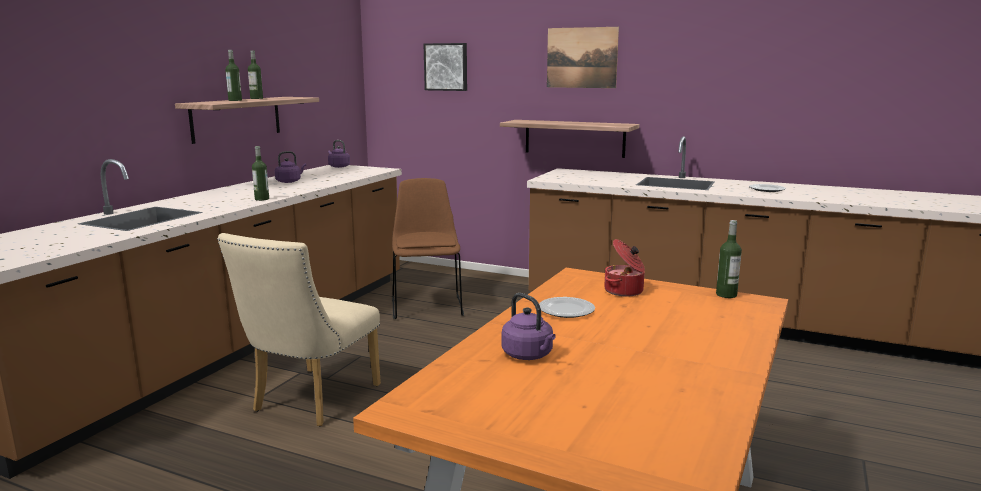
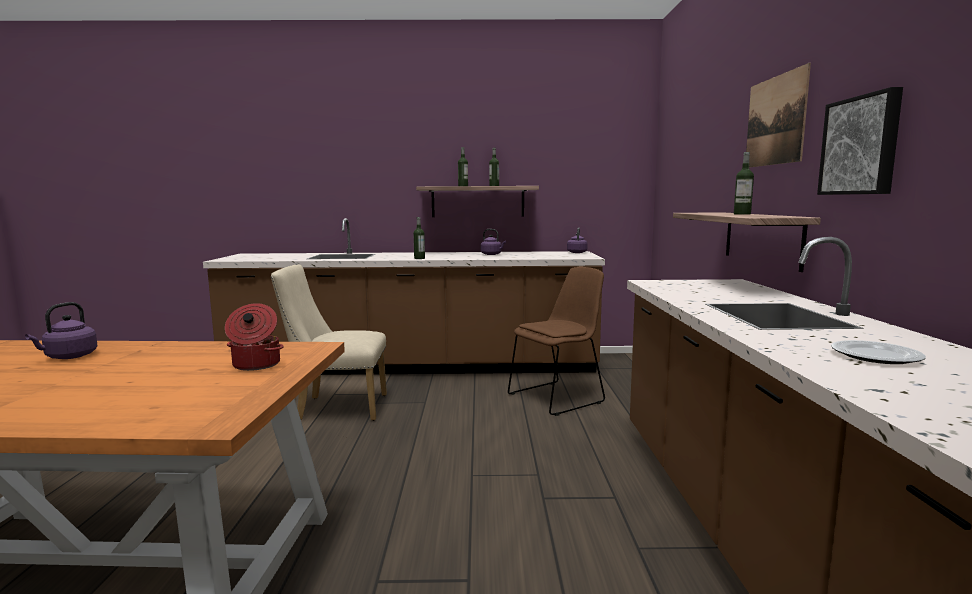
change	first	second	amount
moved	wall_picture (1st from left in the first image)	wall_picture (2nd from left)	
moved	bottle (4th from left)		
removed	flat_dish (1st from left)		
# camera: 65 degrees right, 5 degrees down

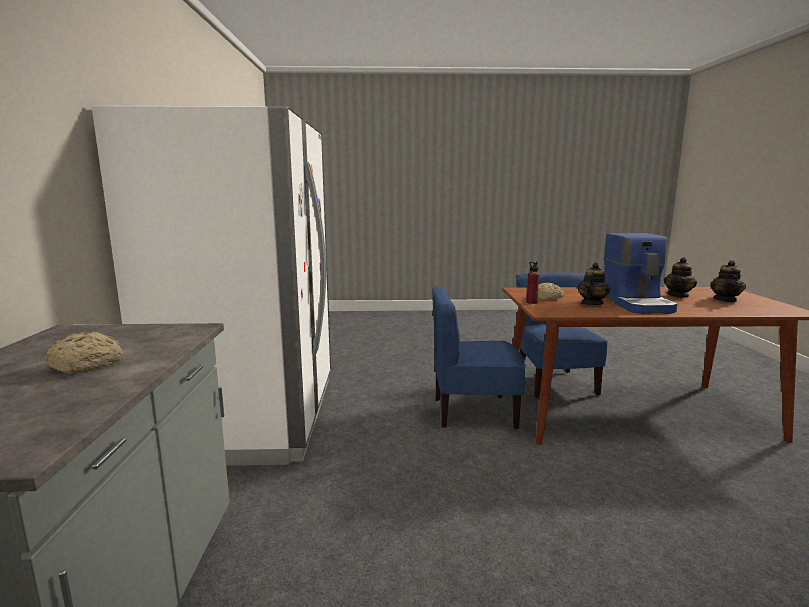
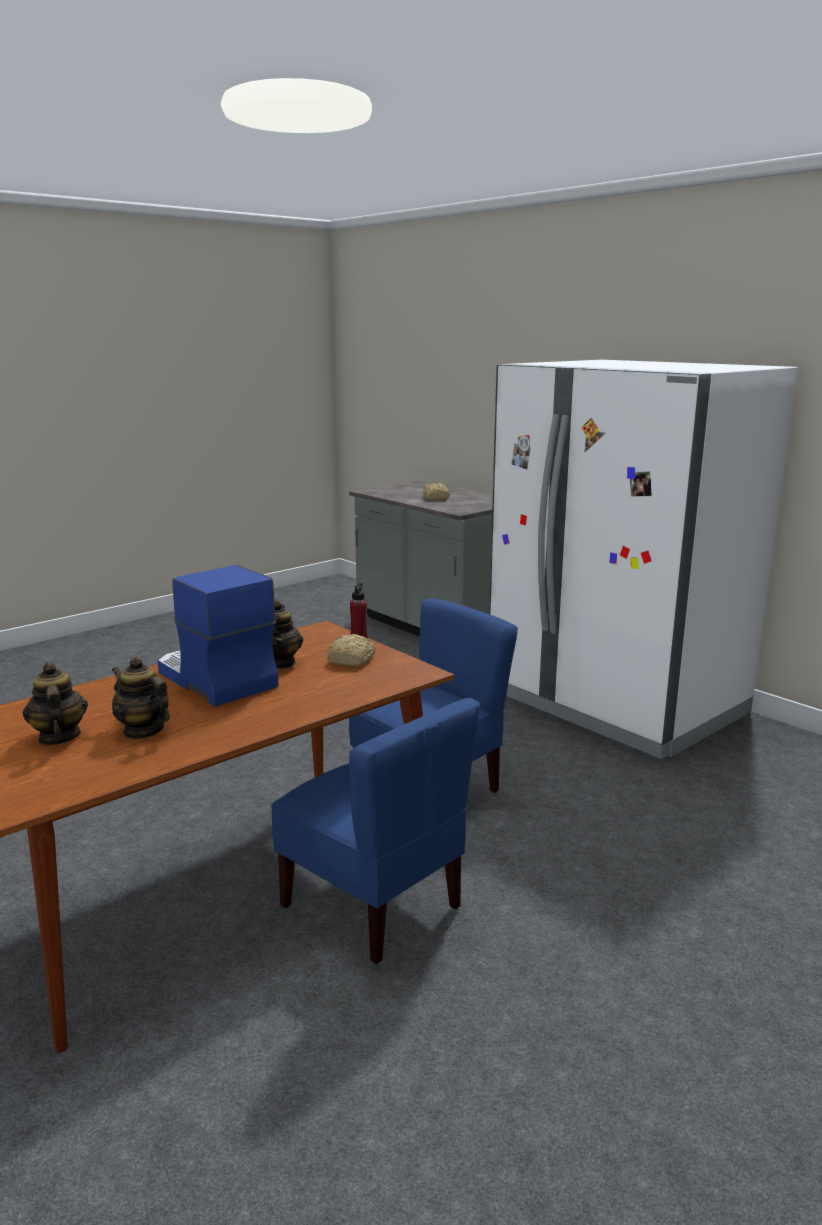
change	first	second	amount
turned	teapot (2nd from left)		45 degrees counterclockwise
# camera: 140 degrees right, 5 degrees up

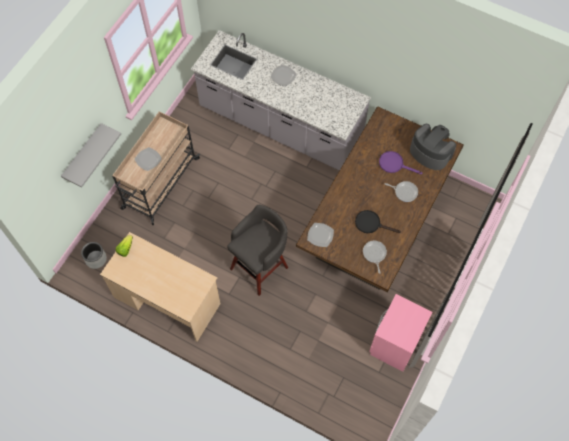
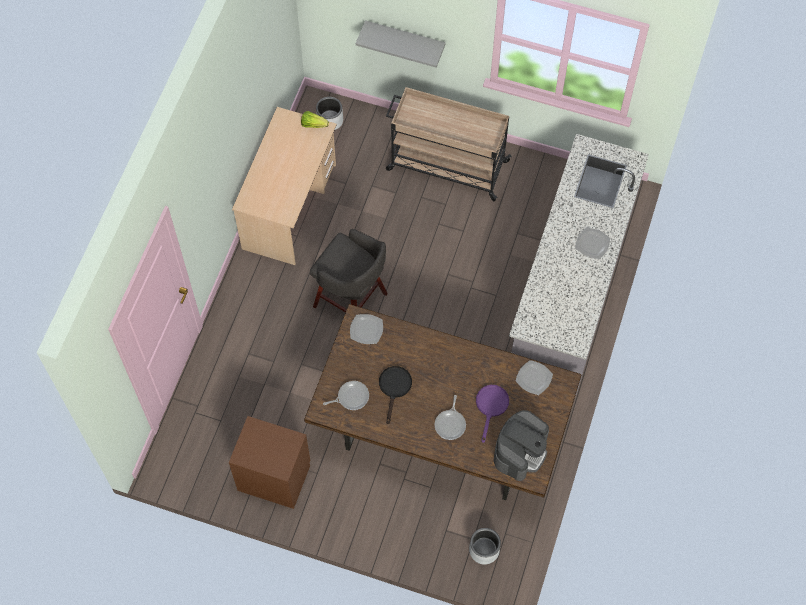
change	first	second	amount
moved	flat_dish (1st from left in the first image)	flat_dish (2nd from left)	
recoloured	pink-coloured_bedside_table	brownish_bedside_table	
added		grey_planter (2nd from left)	
# camera: 80 degrees right, 0 degrees up

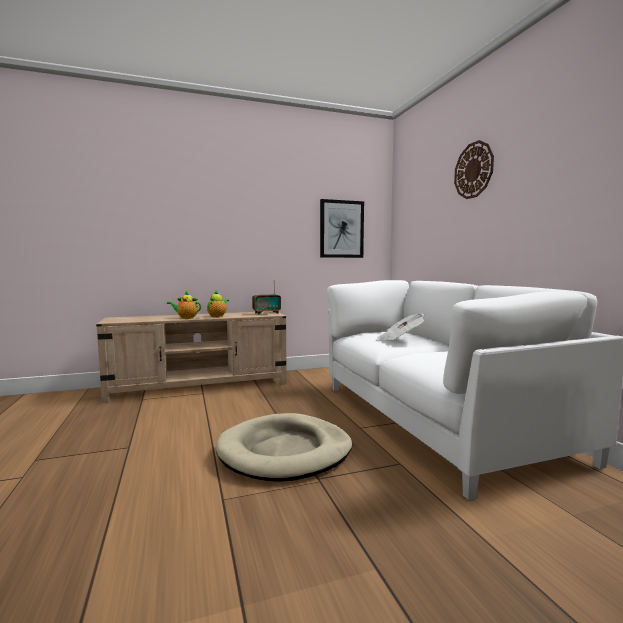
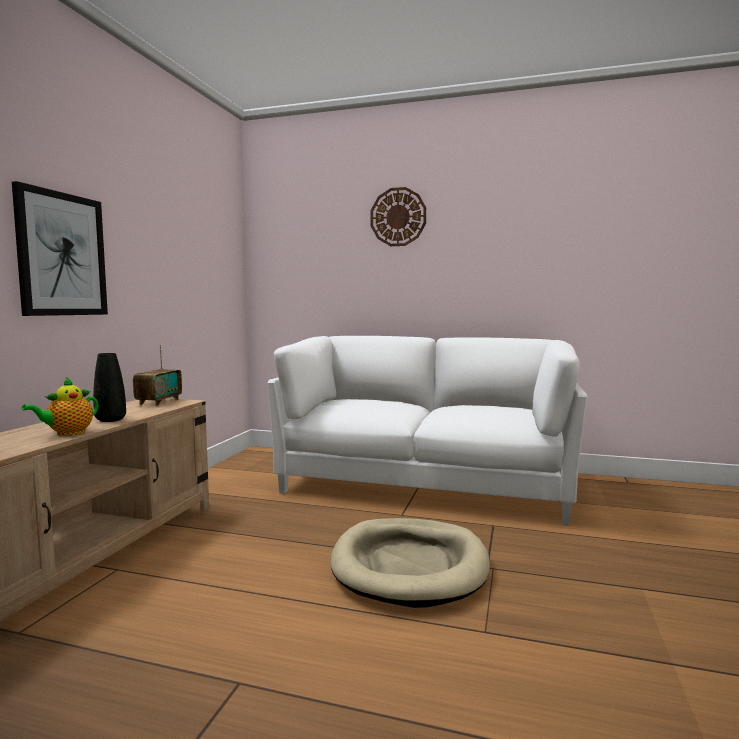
change	first	second	amount
moved	wall_picture		
replaced	teapot (2nd from left)	black_vase	
removed	daily_paper		
# camera: 55 degrees left, 0 degrees up

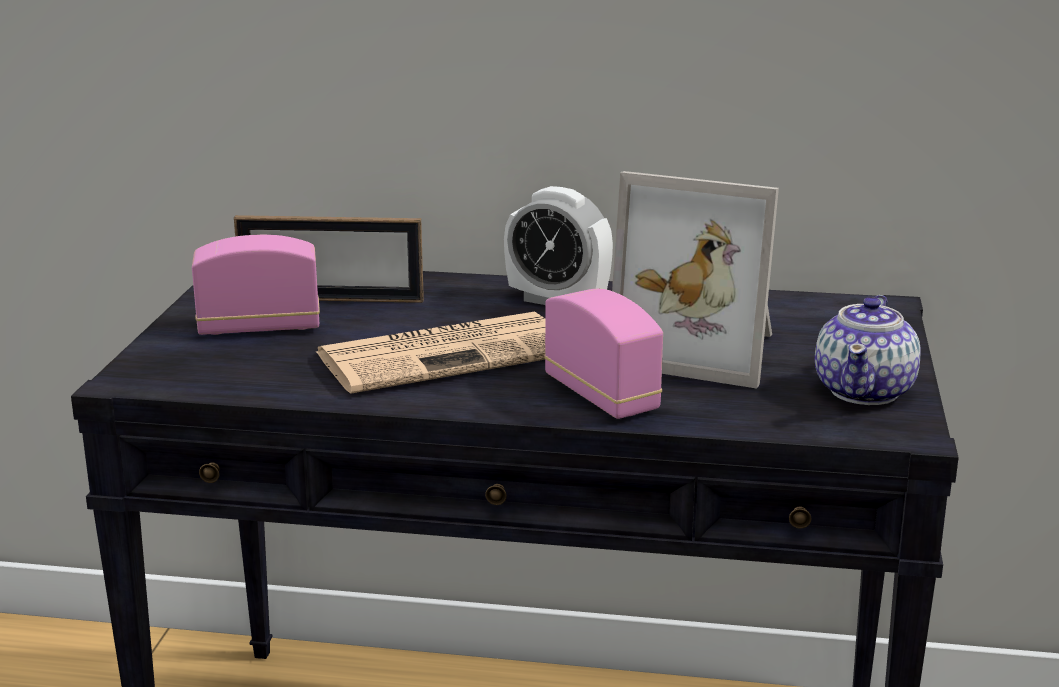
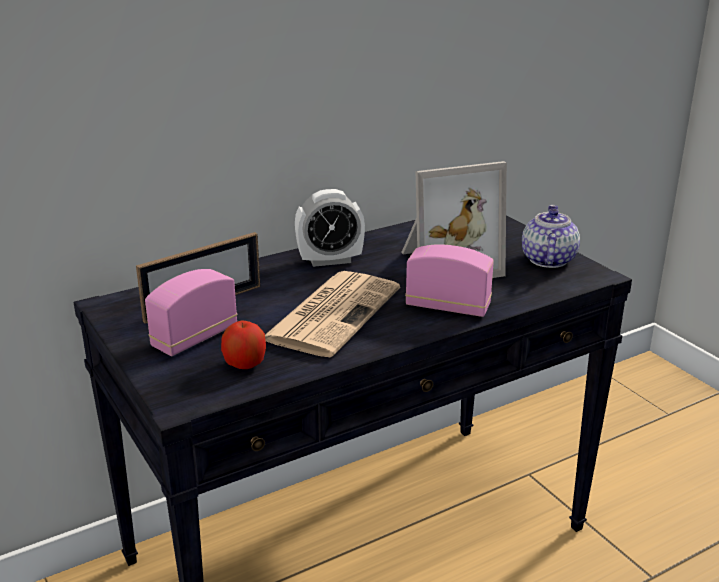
change	first	second	amount
turned	teapot		150 degrees counterclockwise
added		whole_apple	
# camera: 40 degrees left, 5 degrees up

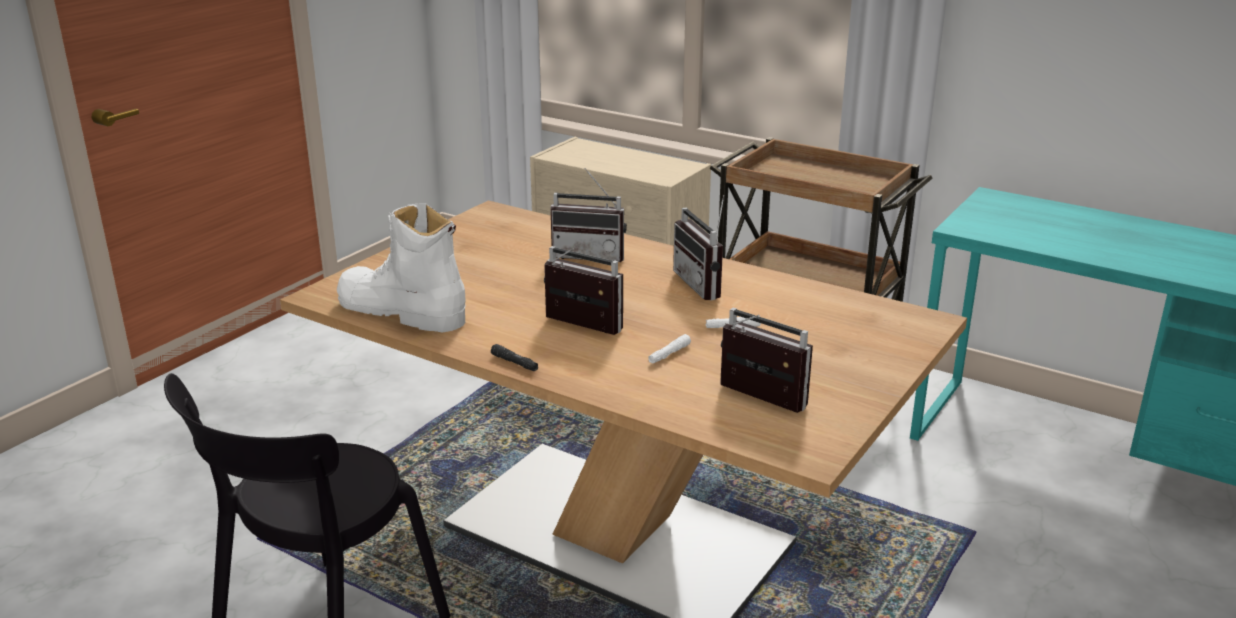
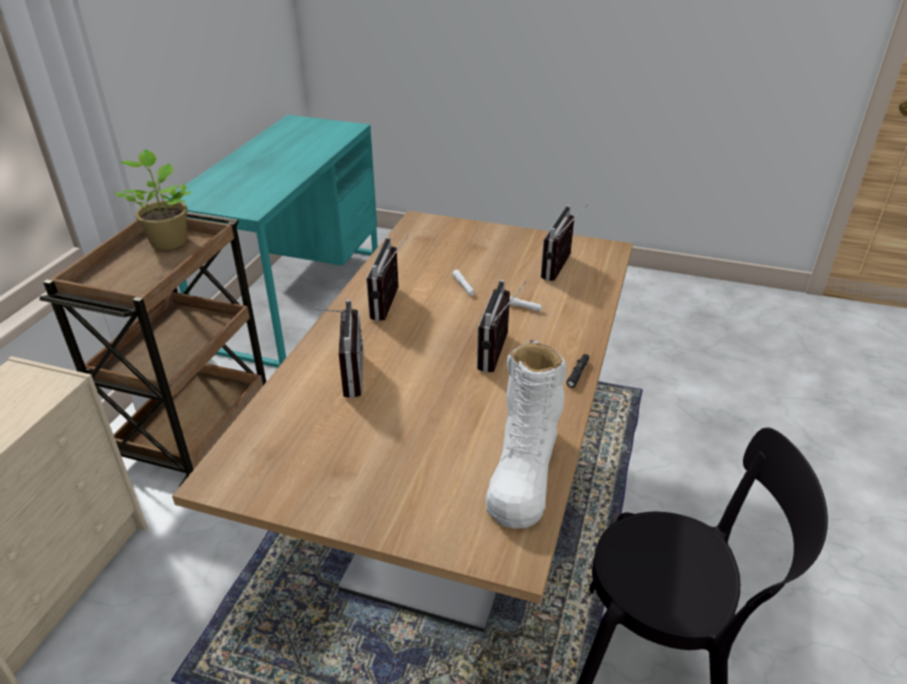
change	first	second	amount
turned	radio (3rd from left in the first image)	radio (2nd from left)	135 degrees clockwise
added		plant_in_a_pot	
# camera: 105 degrees left, 10 degrees up

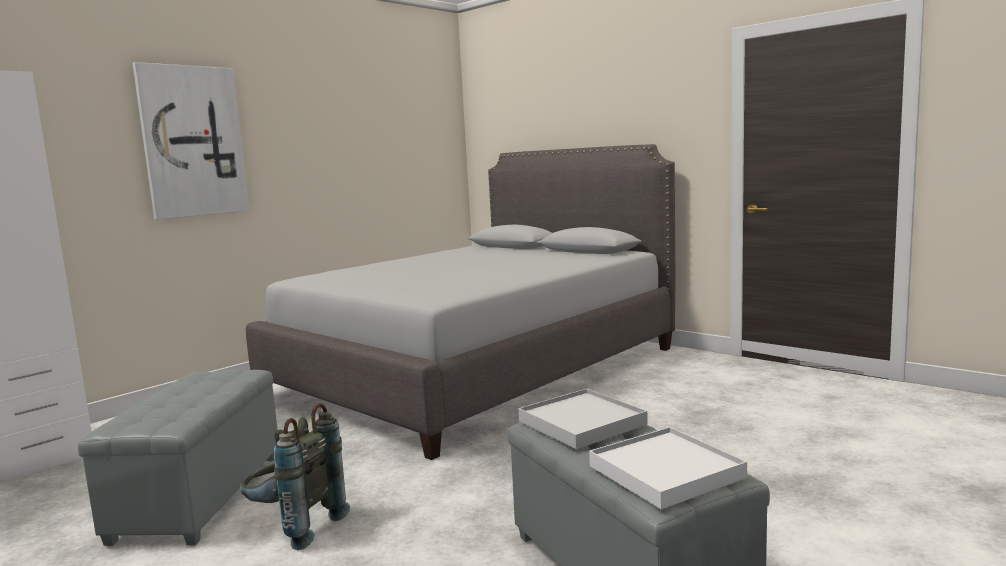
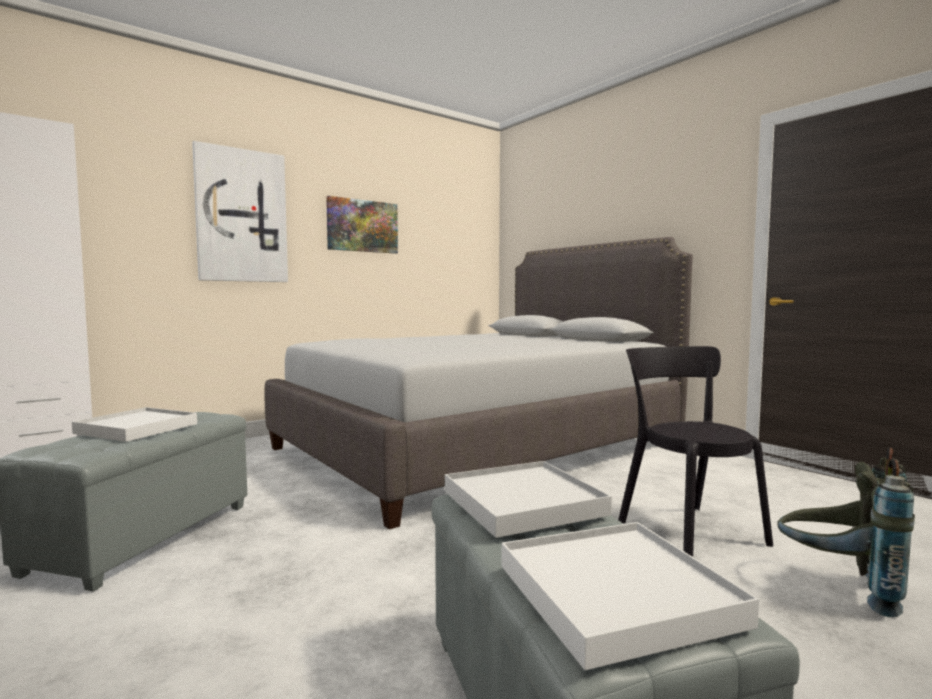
change	first	second	amount
moved	grey_knapsack		
added		wall_picture (2nd from left)	
added		black_upright_chair	
added		whitish_tray (1st from left)	
# camera: 10 degrees right, 5 degrees down

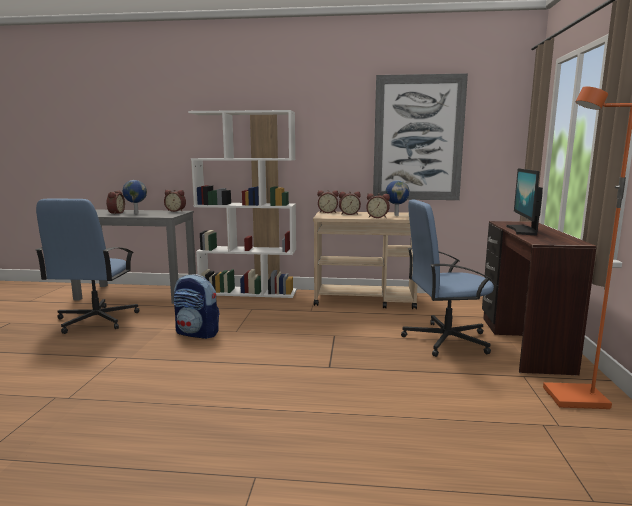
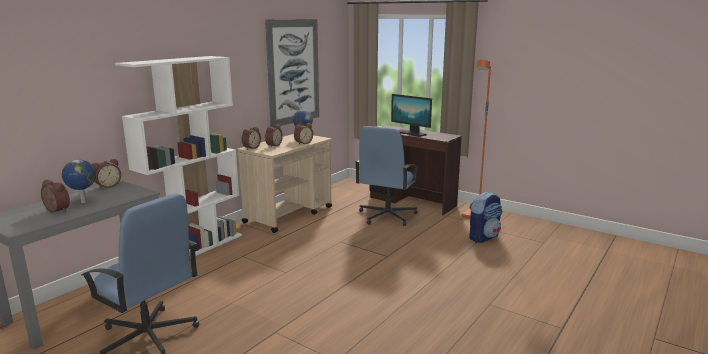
change	first	second	amount
moved	knapsack		
# camera: 60 degrees left, 5 degrees up

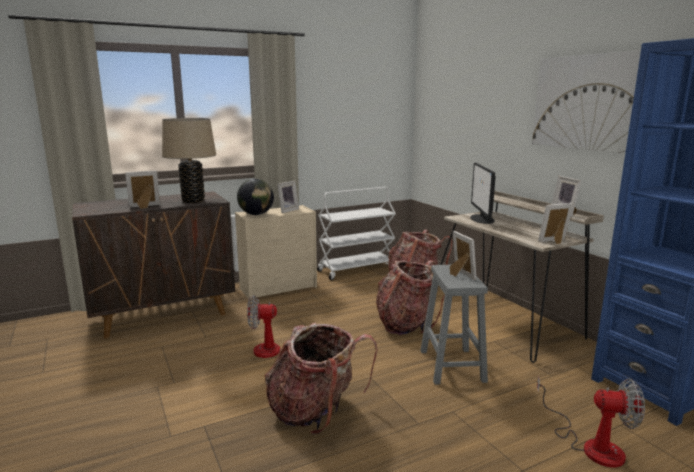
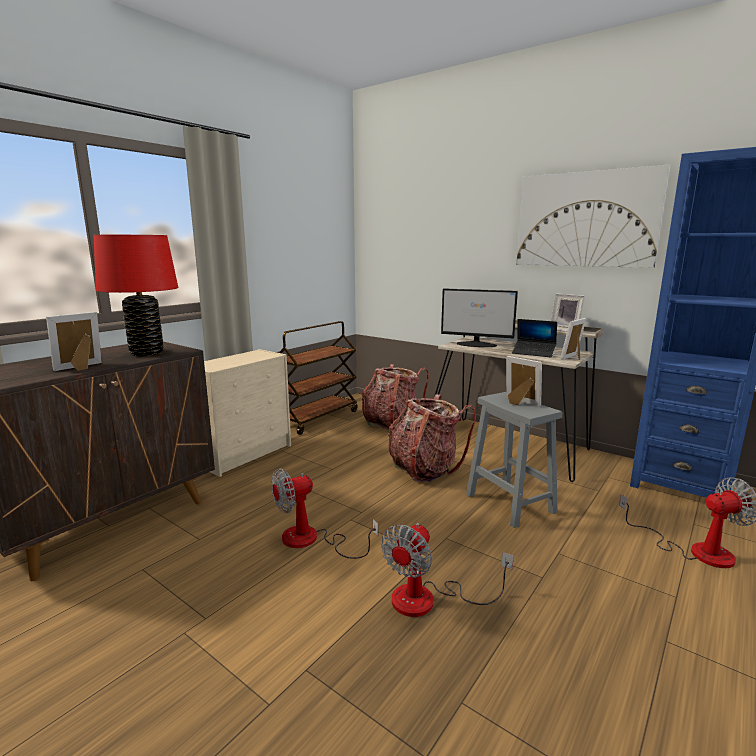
change	first	second	amount
recoloured	beige-coloured_tabletop_lamp	reddish_tabletop_lamp	
turned	monitor		45 degrees counterclockwise
removed	desk_globe		
removed	photo_frame (2nd from left)		
recoloured	whitish_trolley	brownish_trolley	
replaced	knapsack (1st from left)	electric_fan (2nd from left)	
added		portable_computer	
# camera: 25 degrees left, 0 degrees up

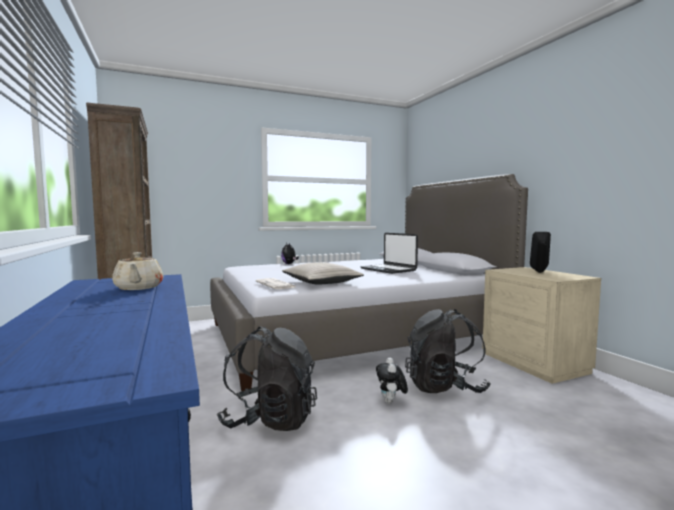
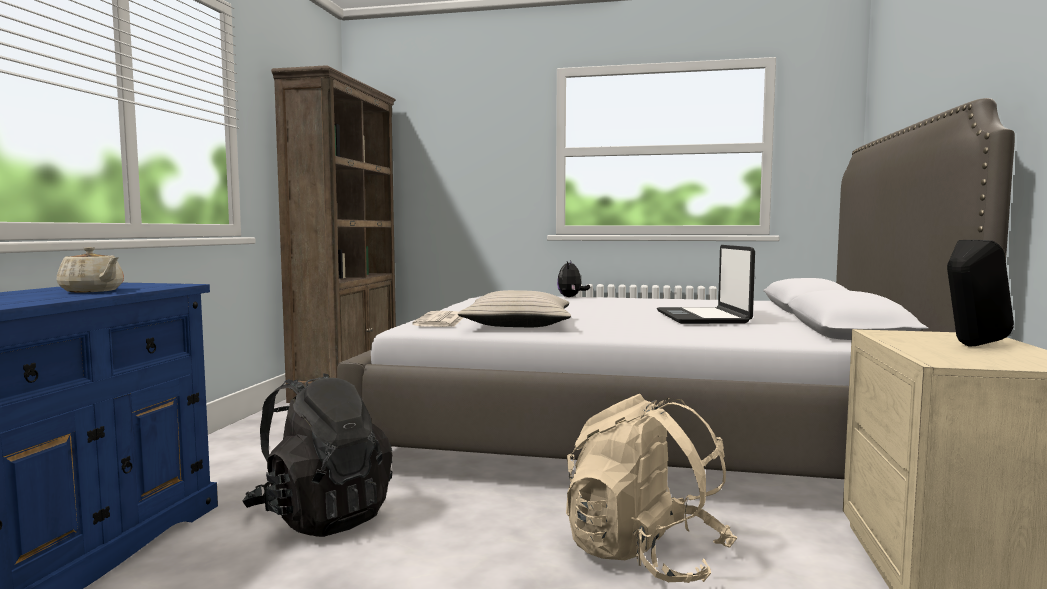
change	first	second	amount
turned	beige-coloured_teapot		75 degrees counterclockwise
recoloured	black_knapsack (2nd from left)	beige-coloured_knapsack	
removed	cuddly_toy (2nd from left)		
# camera: 35 degrees right, 0 degrees up

